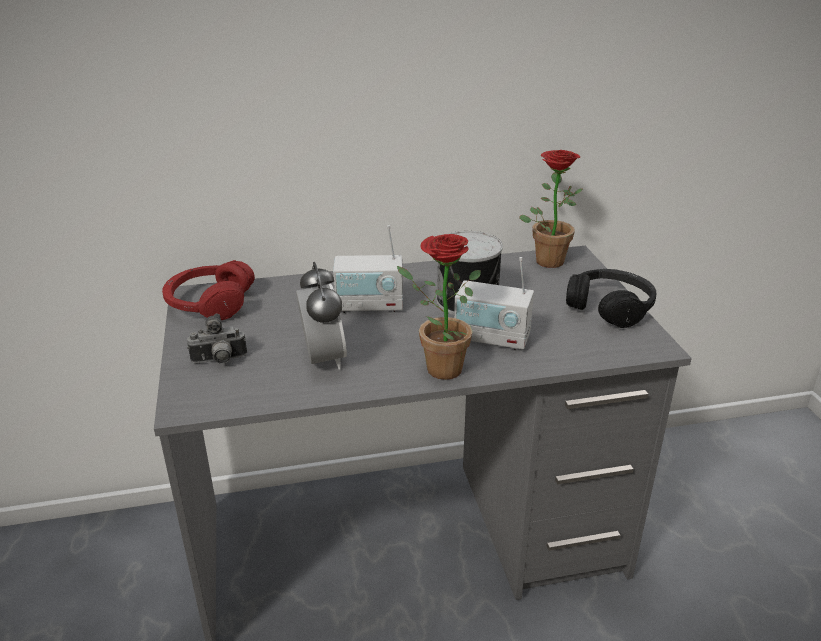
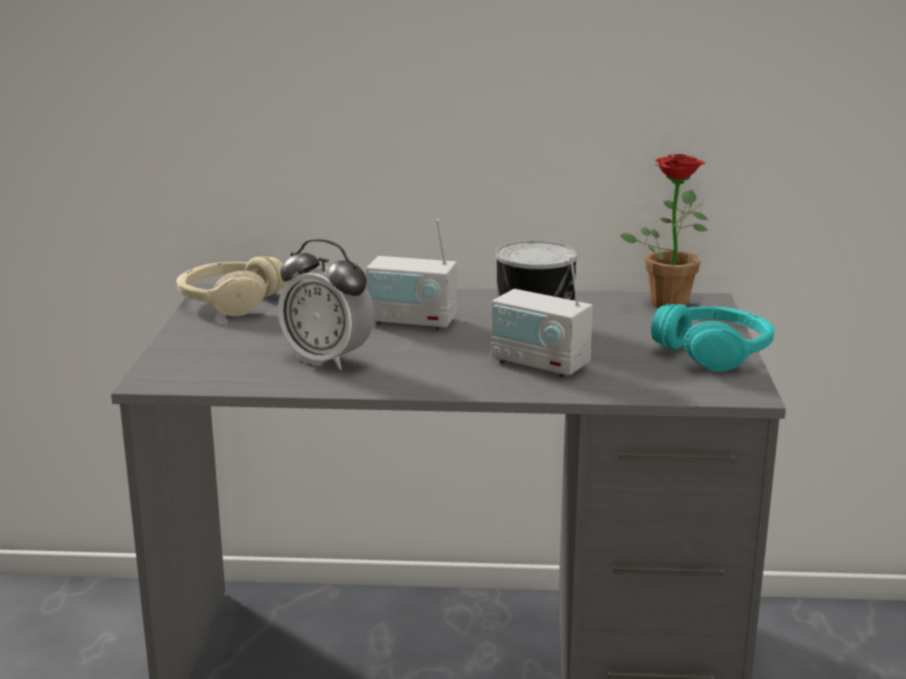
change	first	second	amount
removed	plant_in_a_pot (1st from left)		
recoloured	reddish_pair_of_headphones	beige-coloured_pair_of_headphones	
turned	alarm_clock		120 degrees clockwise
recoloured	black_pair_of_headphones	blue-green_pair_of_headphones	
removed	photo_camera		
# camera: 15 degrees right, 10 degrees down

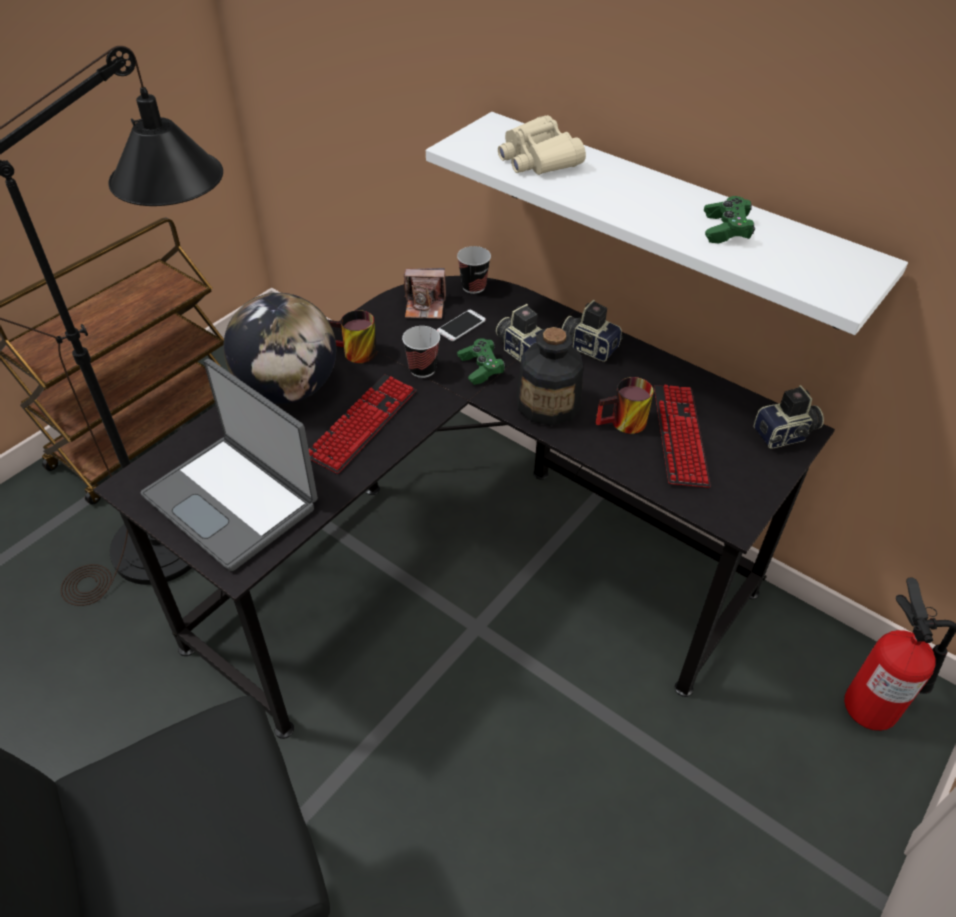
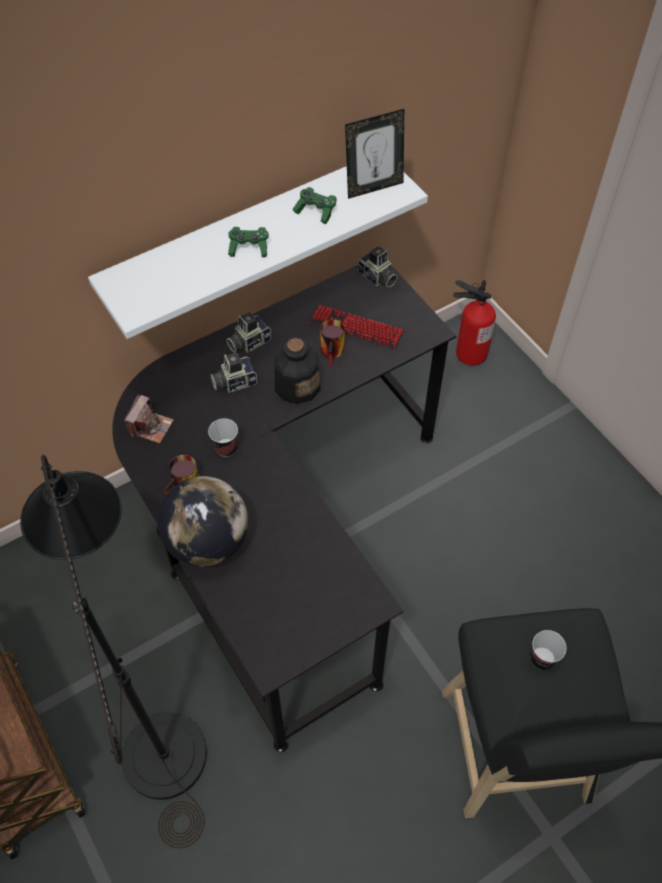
change	first	second	amount
removed	beige-coloured_binoculars		
moved	small_cup (2nd from left)		
removed	handset		
moved	green-coloured_gamepad (1st from left)		
removed	portable_computer		
removed	PC_keyboard (1st from left)		
turned	photo_camera (4th from left)		135 degrees clockwise
added		photo_frame	
# camera: 70 degrees left, 10 degrees up

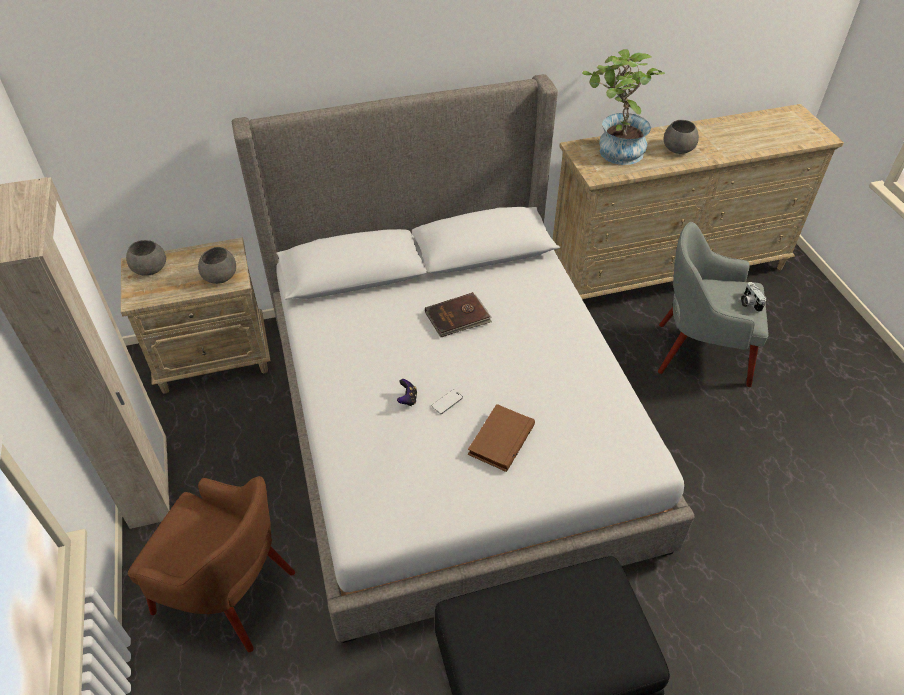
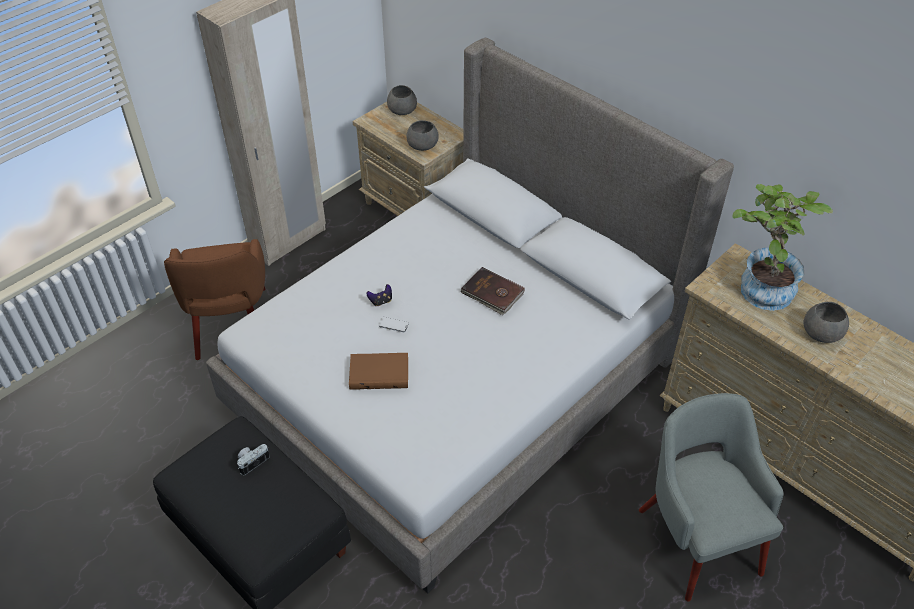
change	first	second	amount
moved	photo_camera		
# camera: 60 degrees right, 0 degrees up

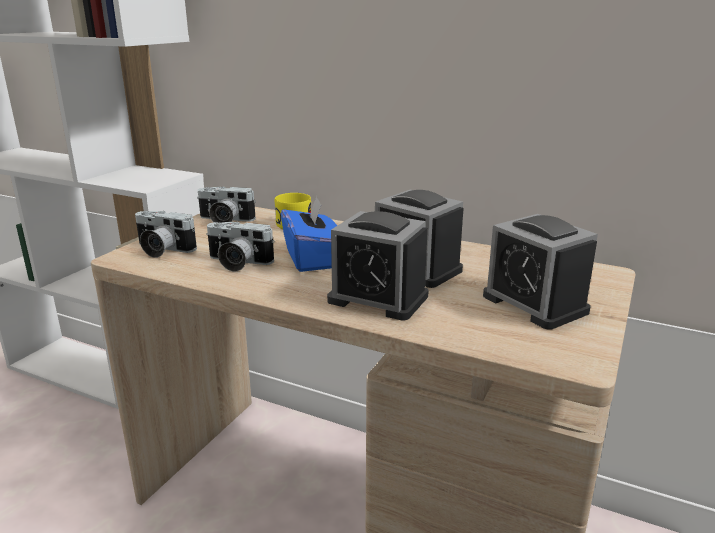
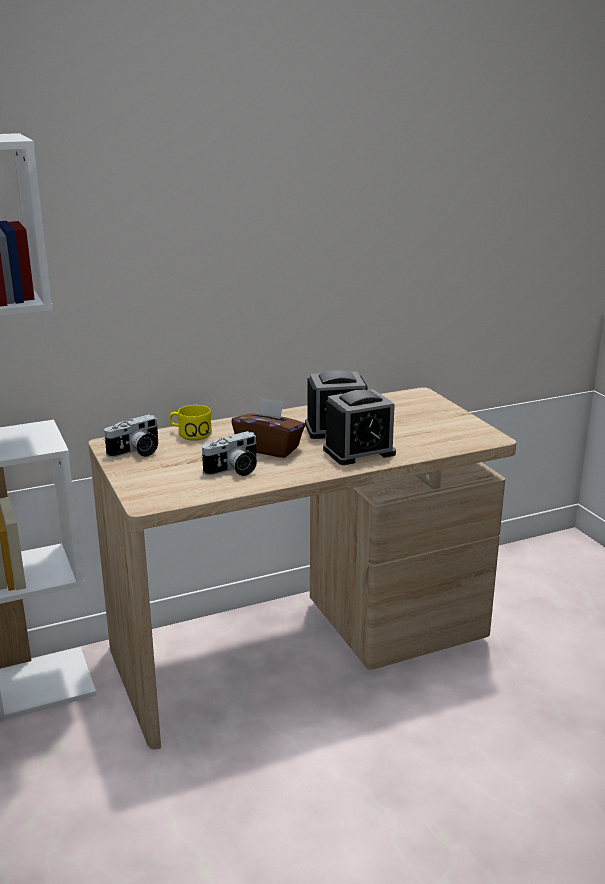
change	first	second	amount
recoloured	blue-coloured_tissue_holder	brownish_tissue_holder	
removed	photo_camera (1st from left)		
removed	alarm_clock (3rd from left)		
# camera: 50 degrees left, 0 degrees up

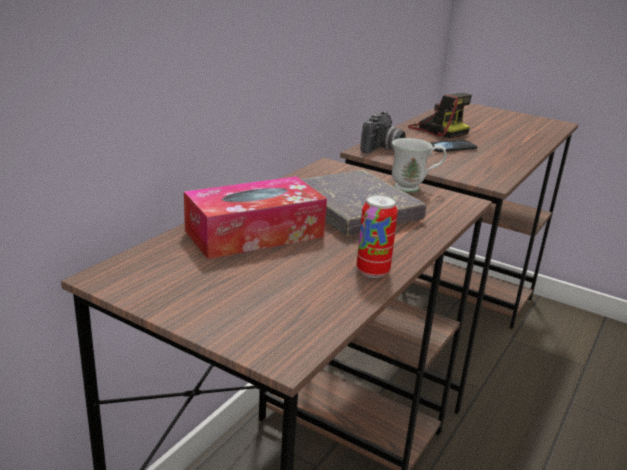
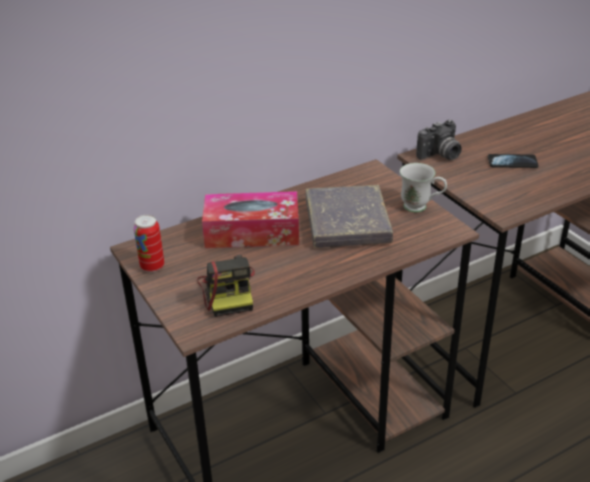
change	first	second	amount
moved	photo_camera (2nd from left in the first image)	photo_camera (1st from left)	
moved	sealed_can		
# camera: 30 degrees right, 10 degrees up

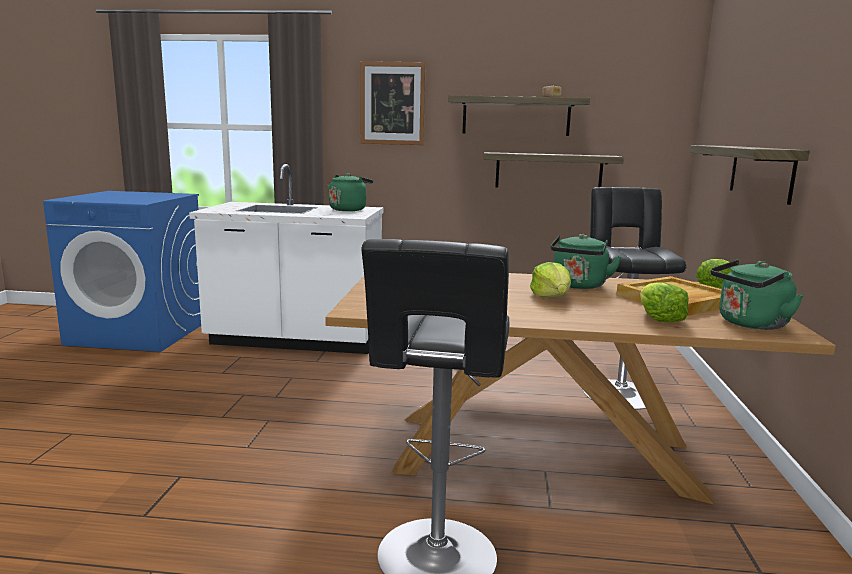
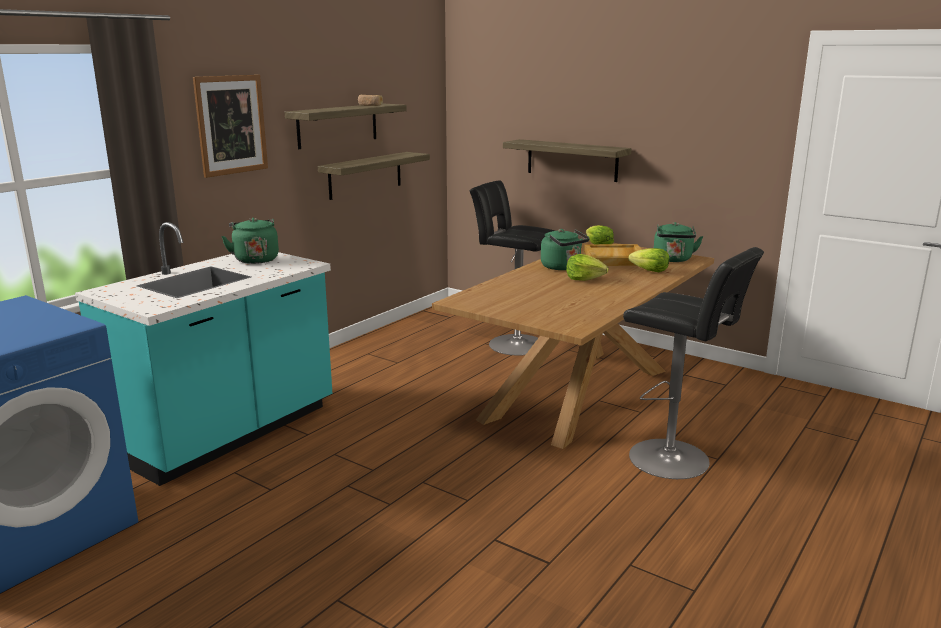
change	first	second	amount
recoloured	whitish_counter	blue-green_counter	
# camera: 60 degrees left, 5 degrees up

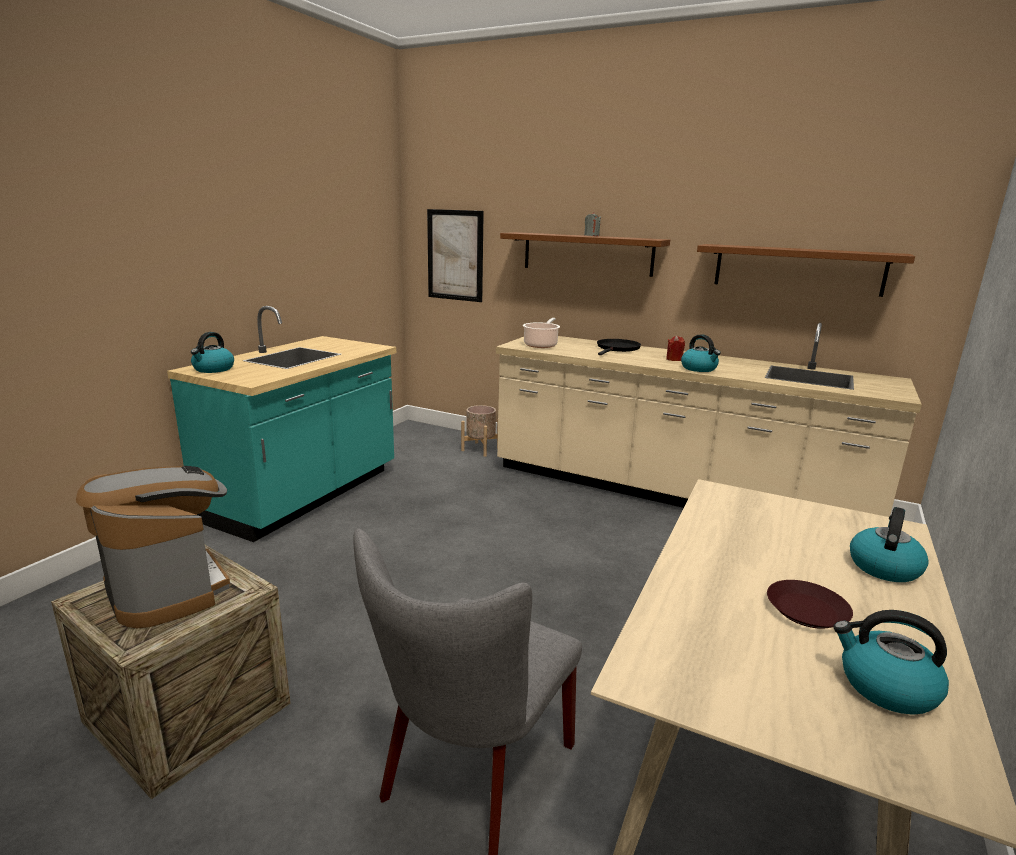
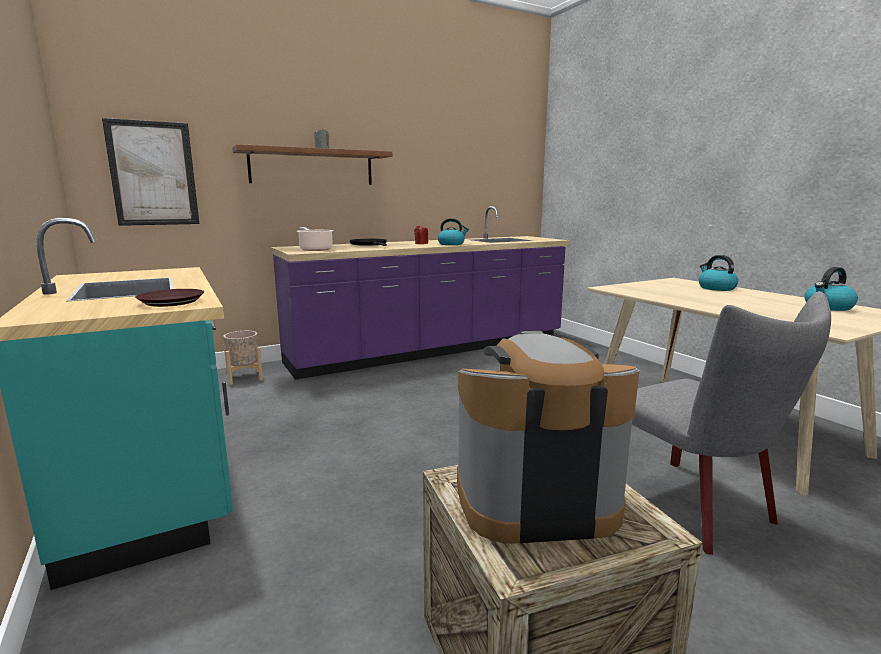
change	first	second	amount
removed	brownish_bracket_shelf (2nd from left)		
recoloured	beige-coloured_counter	purple-coloured_counter	
removed	tea_kettle (1st from left)		
moved	brownish_flat_dish		
# camera: 55 degrees left, 5 degrees down

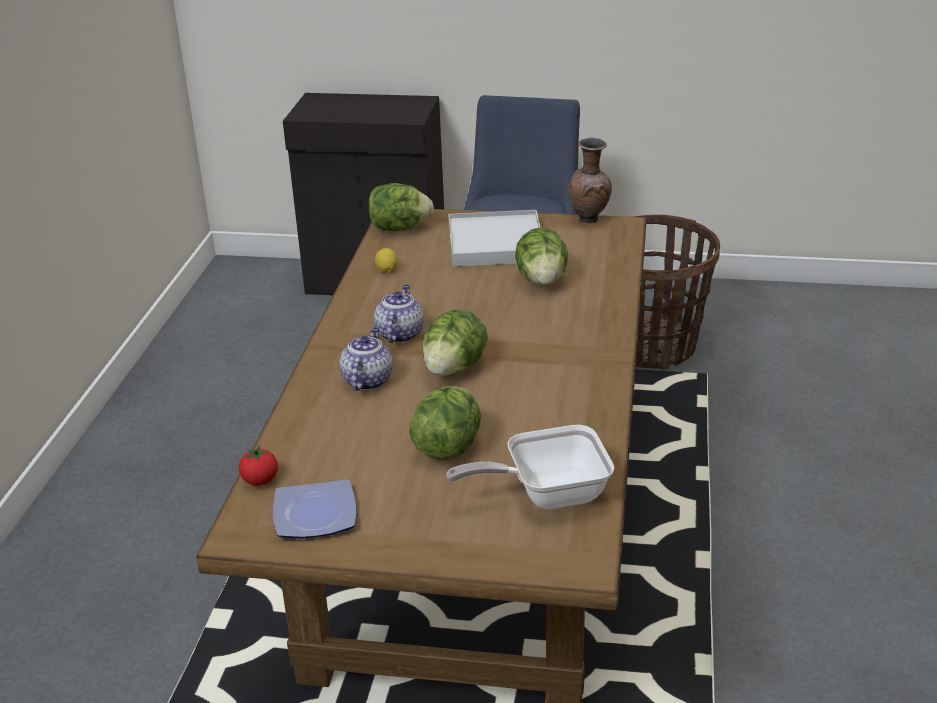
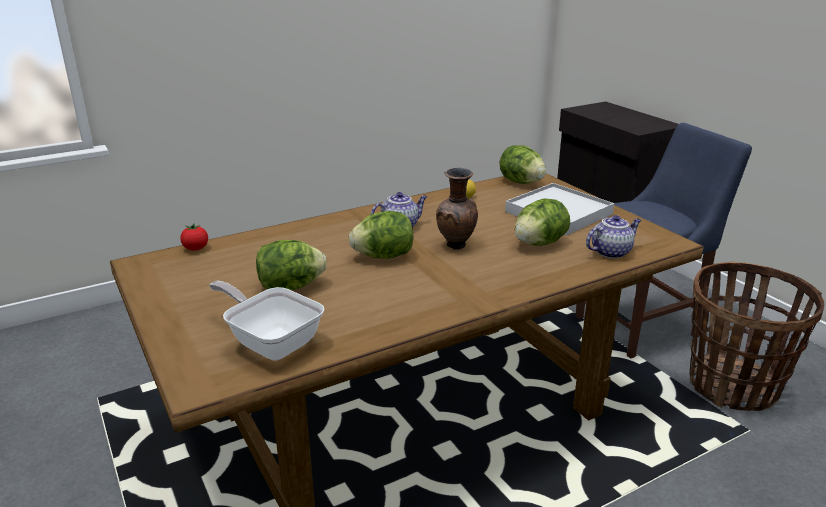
change	first	second	amount
moved	brownish_vase		
moved	teapot (1st from left in the first image)	teapot (2nd from left)	
removed	flat_dish		
# camera: 50 degrees right, 5 degrees down

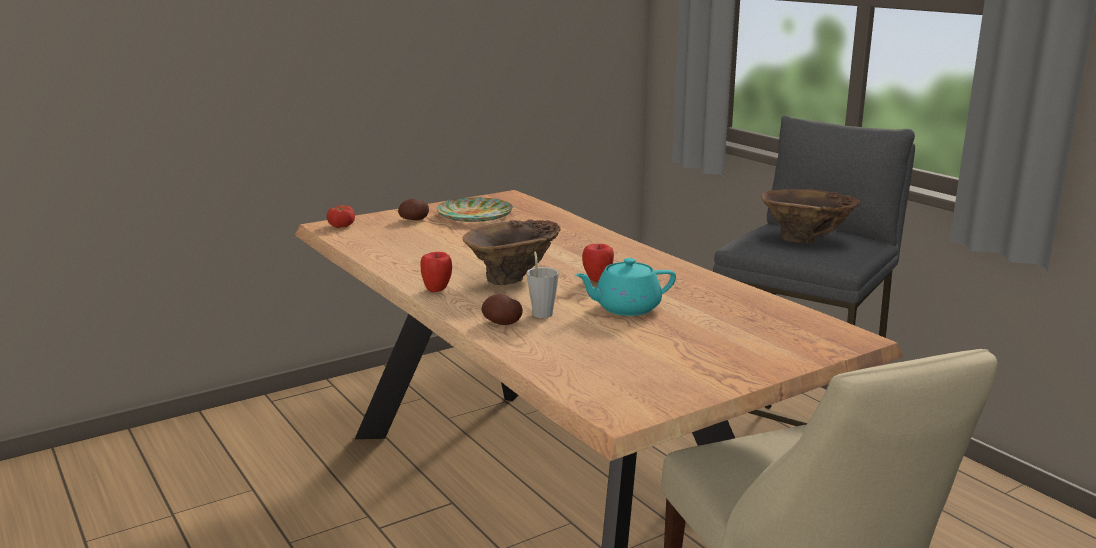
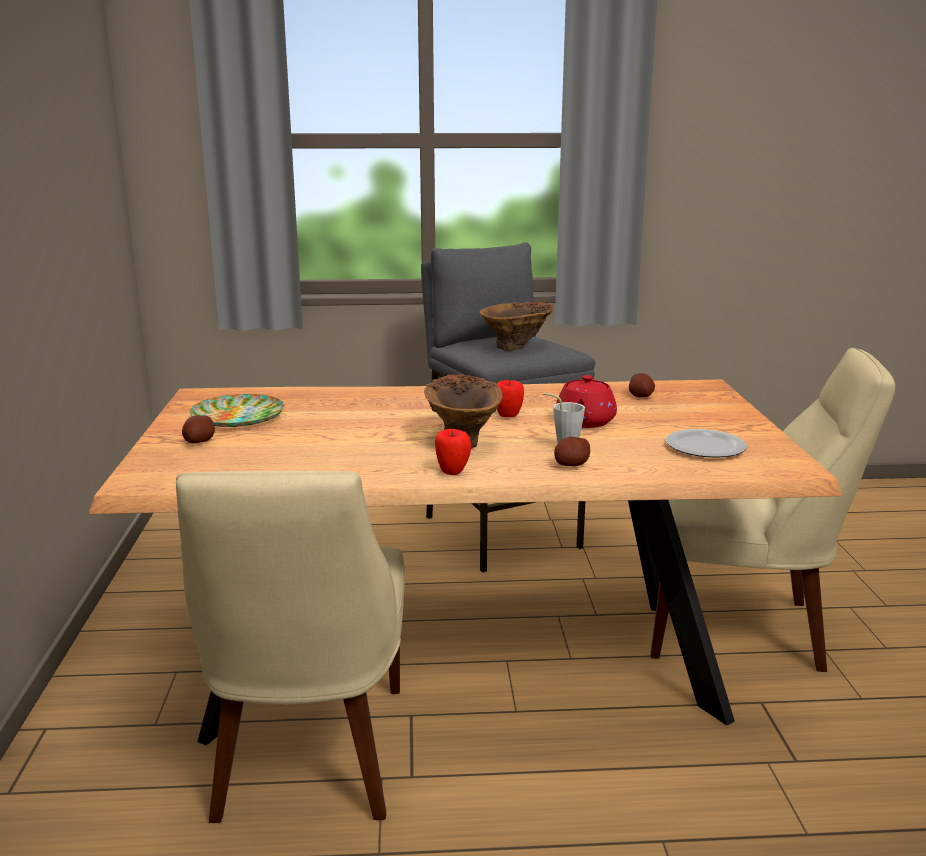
change	first	second	amount
removed	whole_tomato		
recoloured	blue-green_teapot	reddish_teapot	
added		potato (3rd from left)	
added		flat_dish (2nd from left)	
added		beige-coloured_upright_chair (1st from left)	
# camera: 60 degrees left, 0 degrees up

